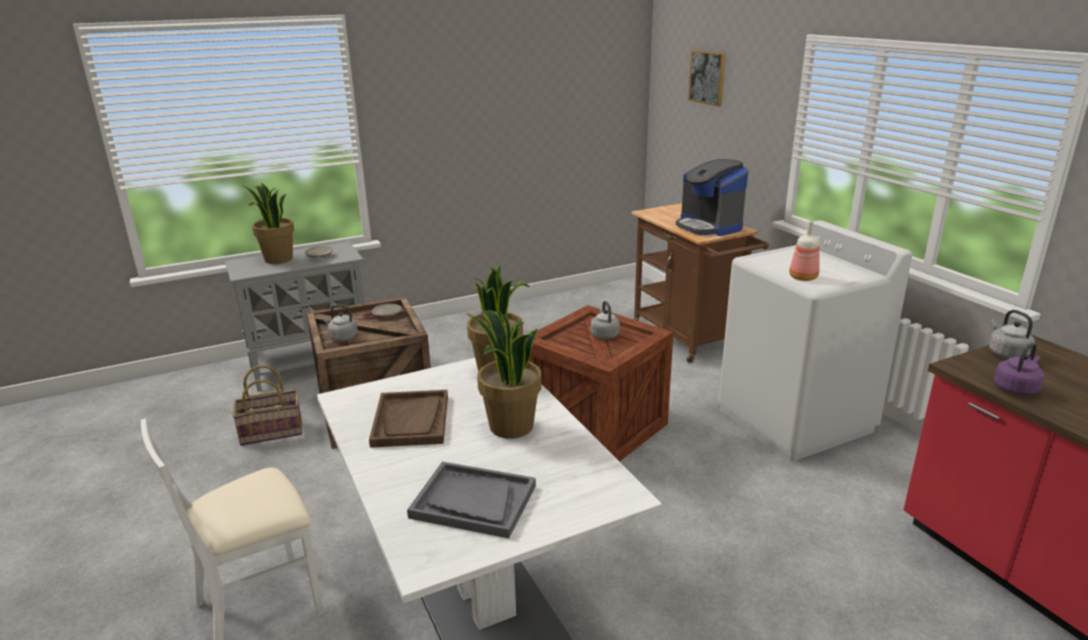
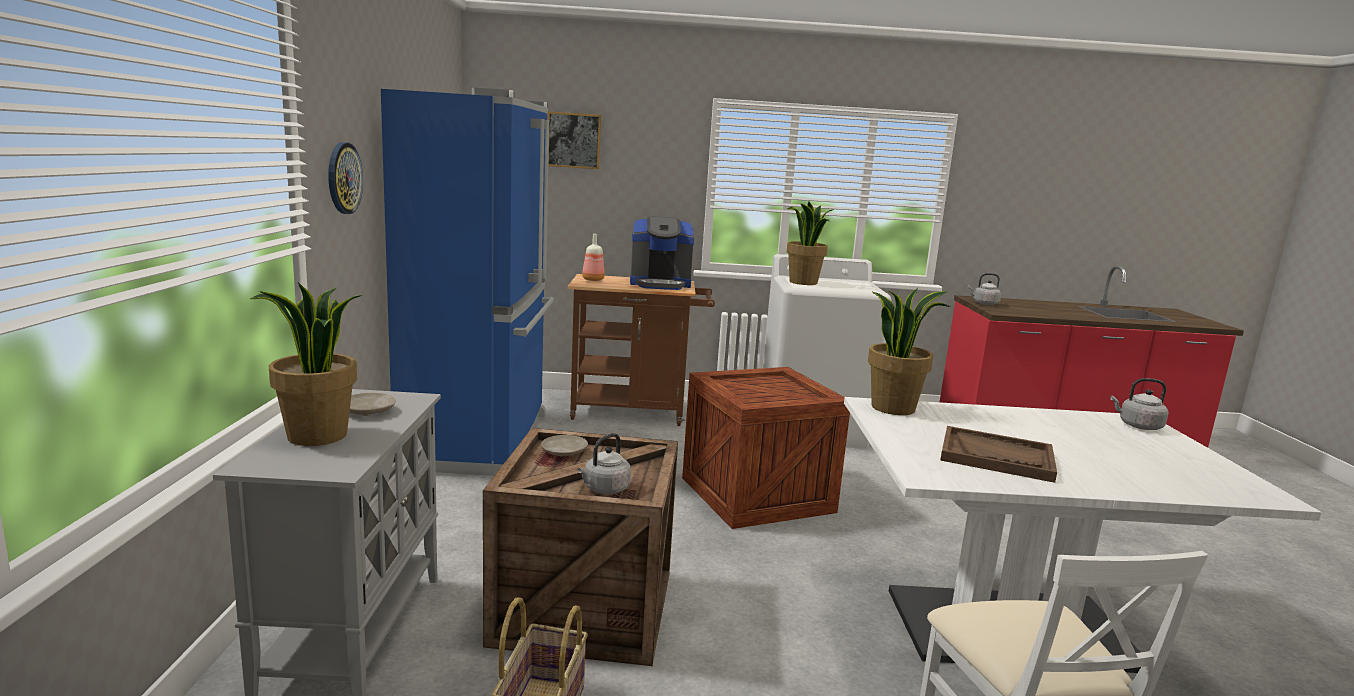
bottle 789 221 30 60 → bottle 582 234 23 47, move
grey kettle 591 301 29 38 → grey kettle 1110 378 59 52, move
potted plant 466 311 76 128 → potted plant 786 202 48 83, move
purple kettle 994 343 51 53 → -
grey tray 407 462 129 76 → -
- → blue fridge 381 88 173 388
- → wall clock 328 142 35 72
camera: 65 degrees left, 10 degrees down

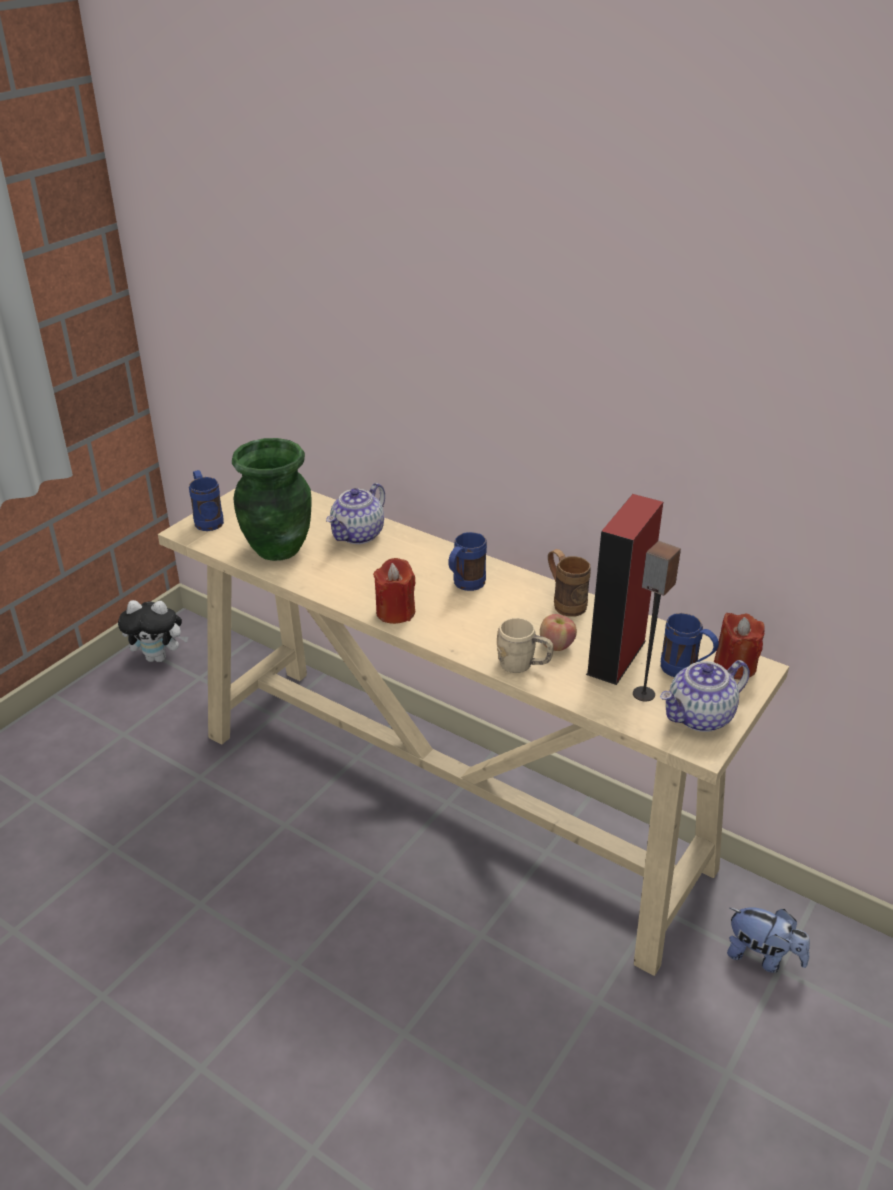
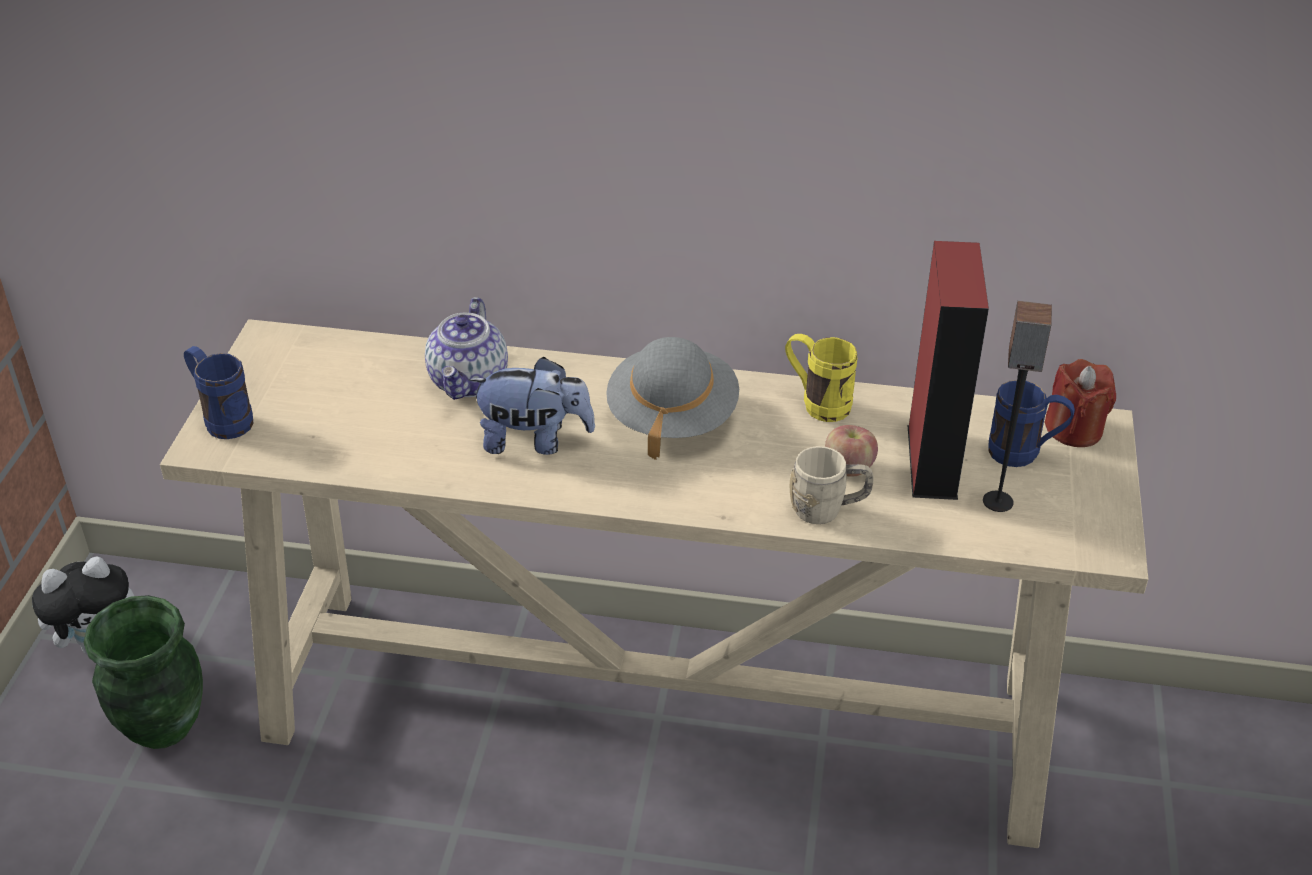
green vase 232 438 80 123 → green vase 84 595 119 154, move
blue mug 448 532 39 59 → grey hat 606 337 133 123
brown mug 548 549 43 68 → yellow mug 785 334 72 88
red candle 373 558 42 66 → -
teapot 660 660 90 72 → -
plush toy 727 907 83 66 → plush toy 468 357 127 98, move
camera: 25 degrees left, 5 degrees up

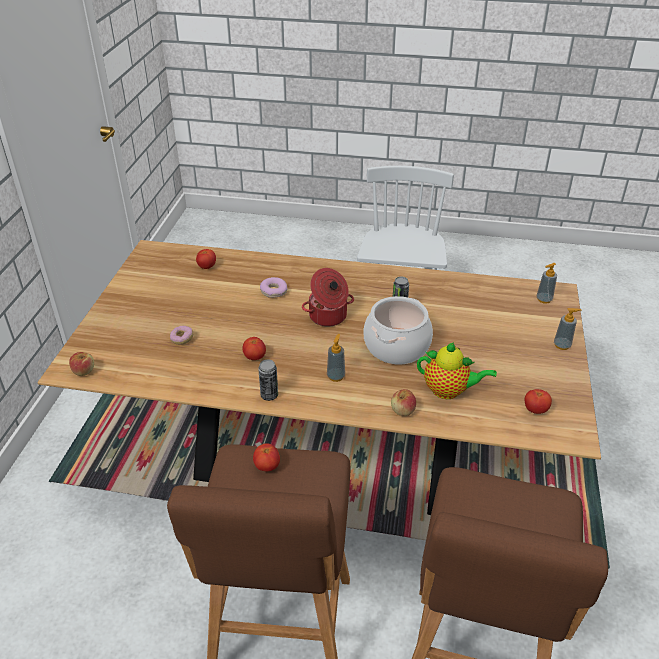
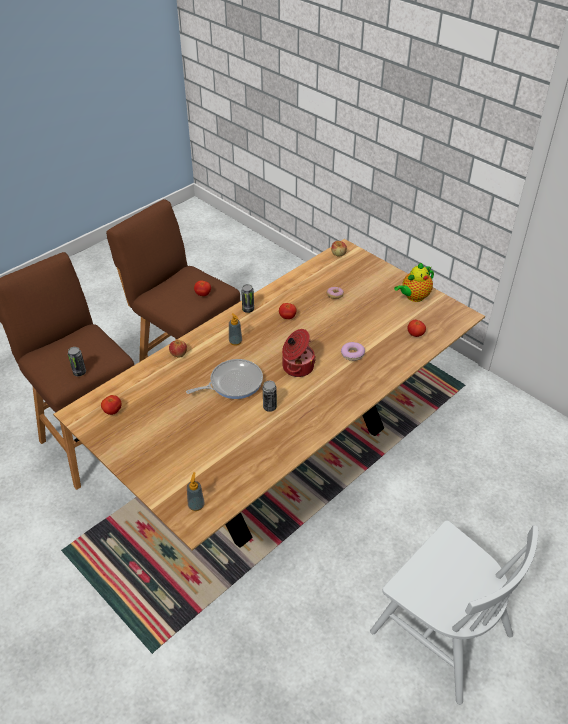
cooking pot 364 296 69 68 → frying pan 186 359 77 40
soap dispenser 554 308 27 42 → -
teapot 417 342 80 57 → teapot 394 263 40 39, move
- → can 68 347 18 29
camera: 125 degrees right, 5 degrees up

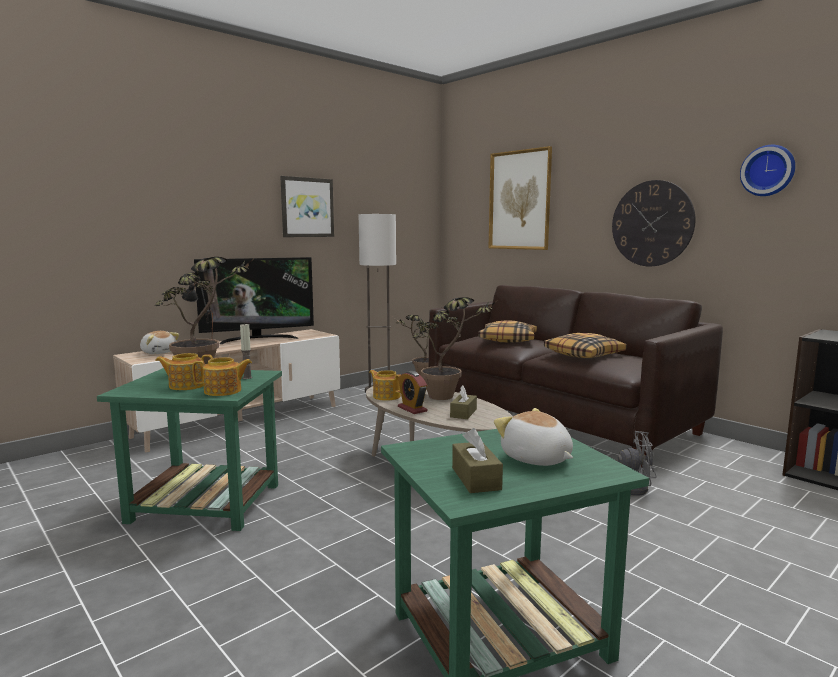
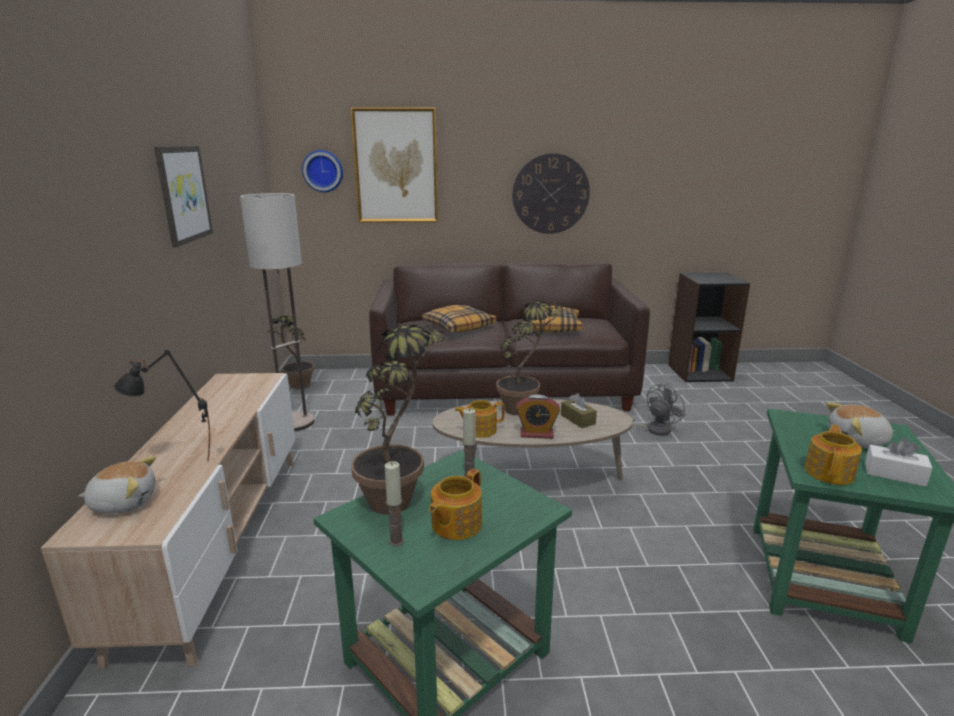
wall clock 740 145 55 51 → wall clock 302 150 41 42, move
television 194 257 120 87 → -
teapot 193 357 59 39 → teapot 805 425 57 60, move
brown tissue box 452 428 51 65 → white tissue box 865 438 67 49
- → candle 385 461 19 85
camera: 50 degrees left, 10 degrees up

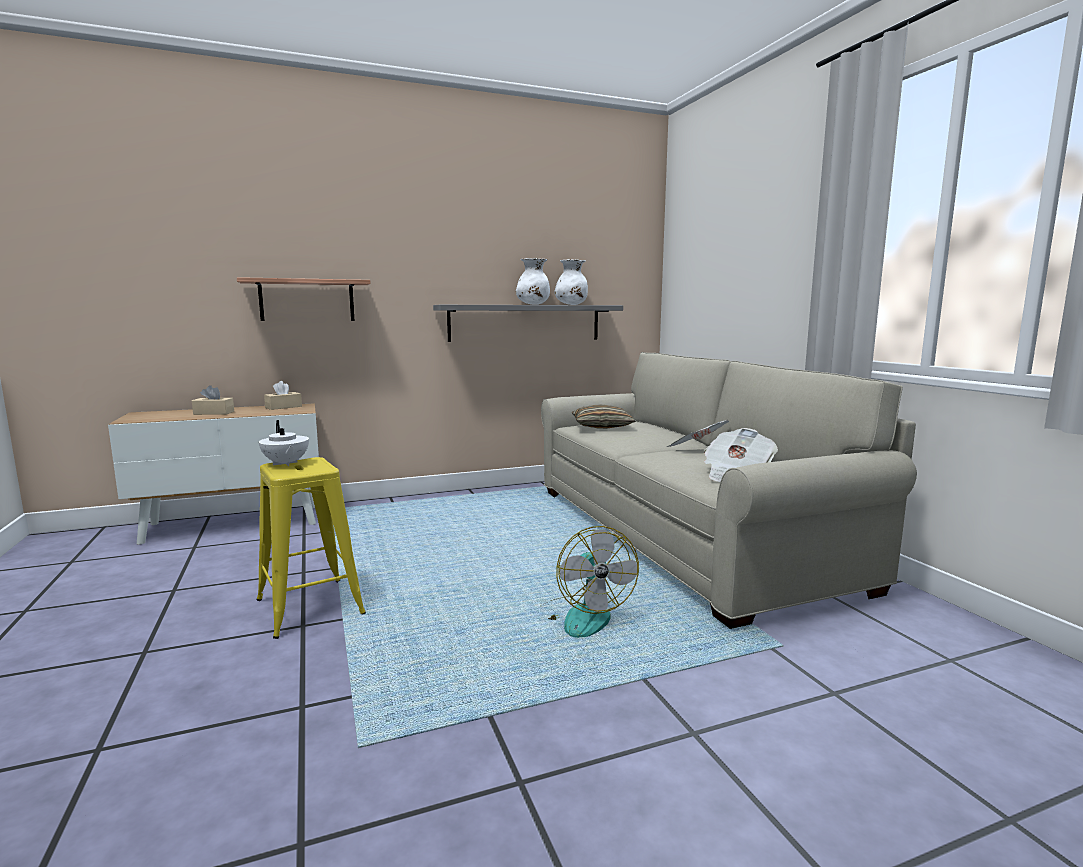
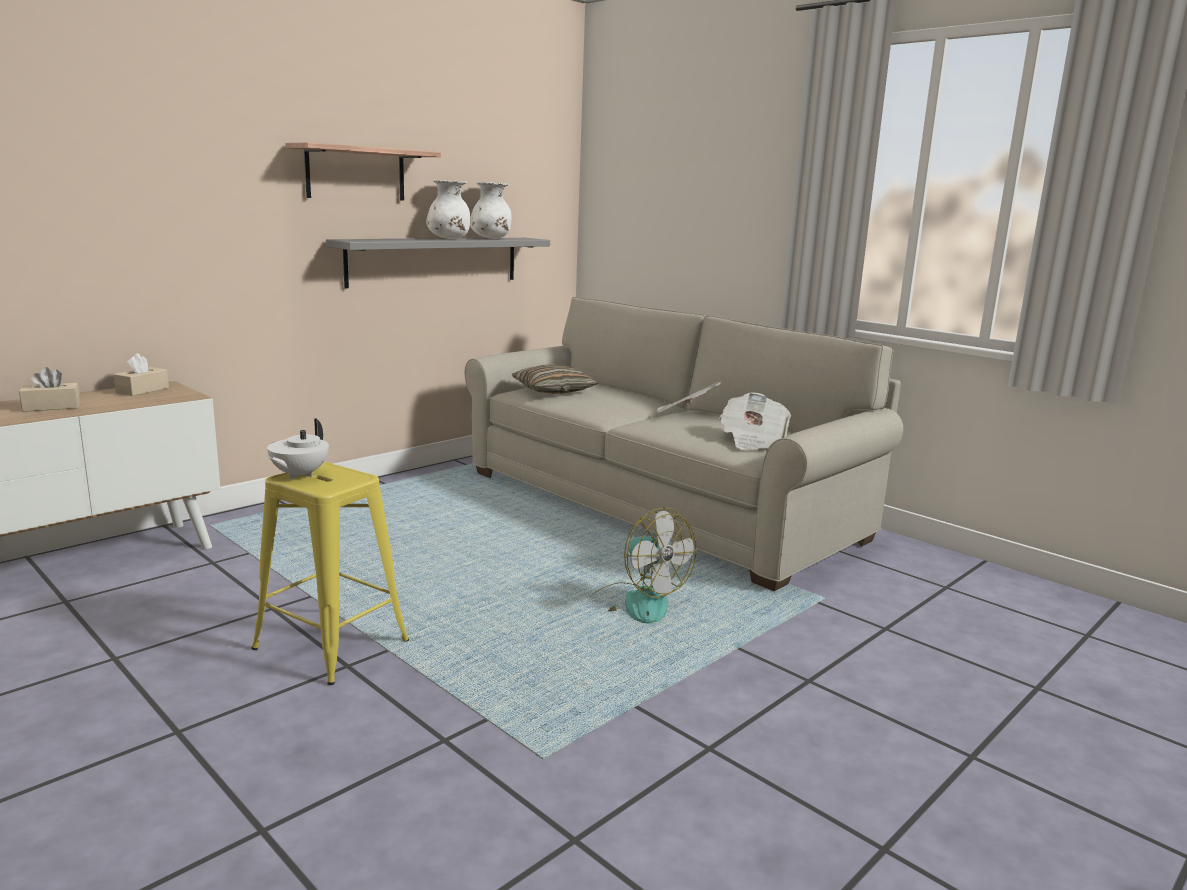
shelf 237 277 134 44 → shelf 285 142 156 59, move
white teapot 259 420 50 46 → white teapot 267 418 62 62, 75 degrees clockwise
camera: 25 degrees left, 5 degrees up

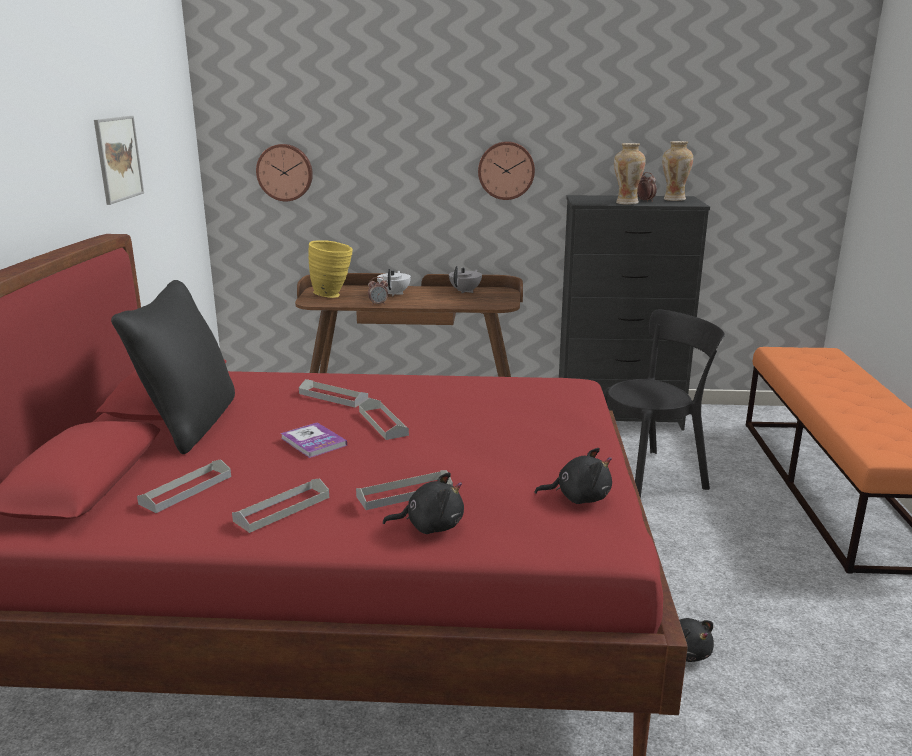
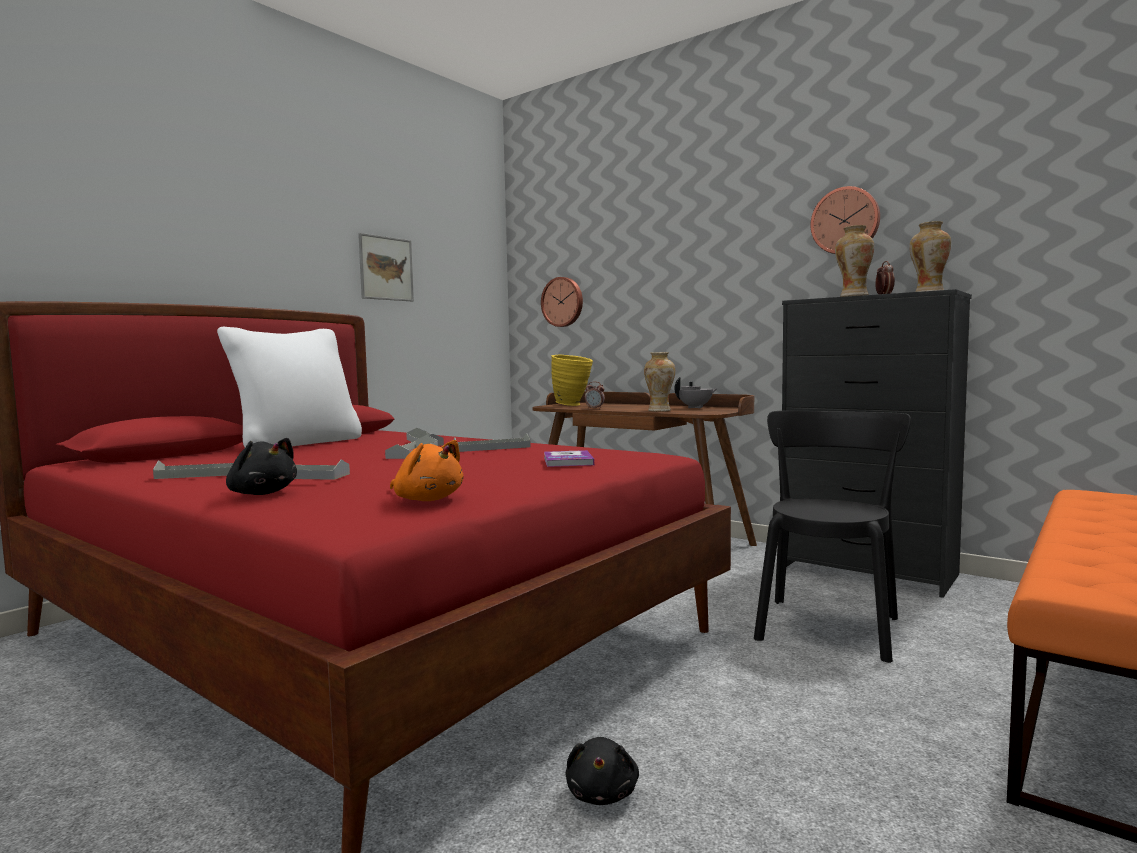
wall clock 478 141 57 59 → wall clock 811 186 69 68, move
white teapot 377 269 34 27 → -
black pillow 111 280 124 174 → white pillow 217 327 145 120
black chair 603 310 122 189 → black chair 754 411 157 252, 75 degrees counterclockwise
book 281 422 66 36 → book 544 450 50 17, move
black plush toy 535 448 77 56 → orange plush toy 390 440 74 61
grey tray 137 459 94 54 → grey tray 453 433 78 19, move
- → vase 644 352 31 60
camera: 35 degrees right, 15 degrees down

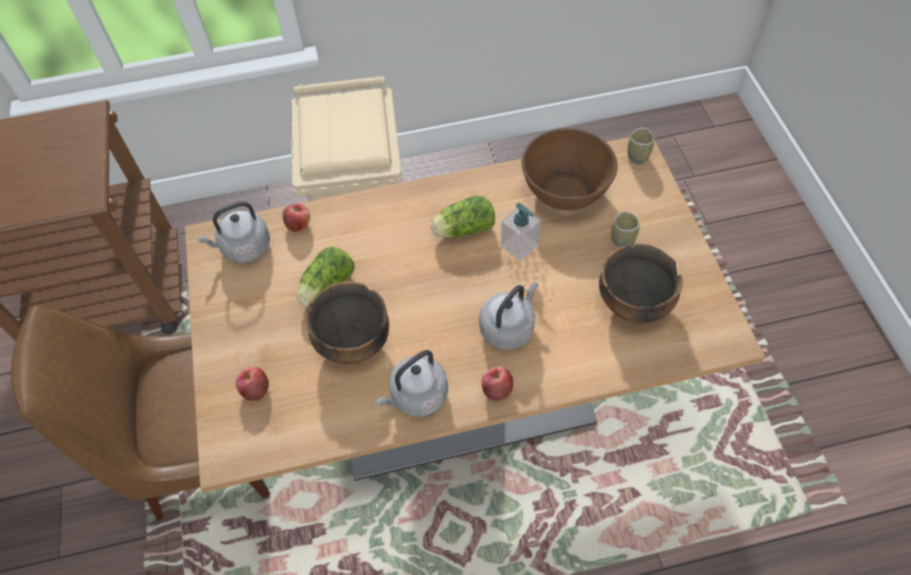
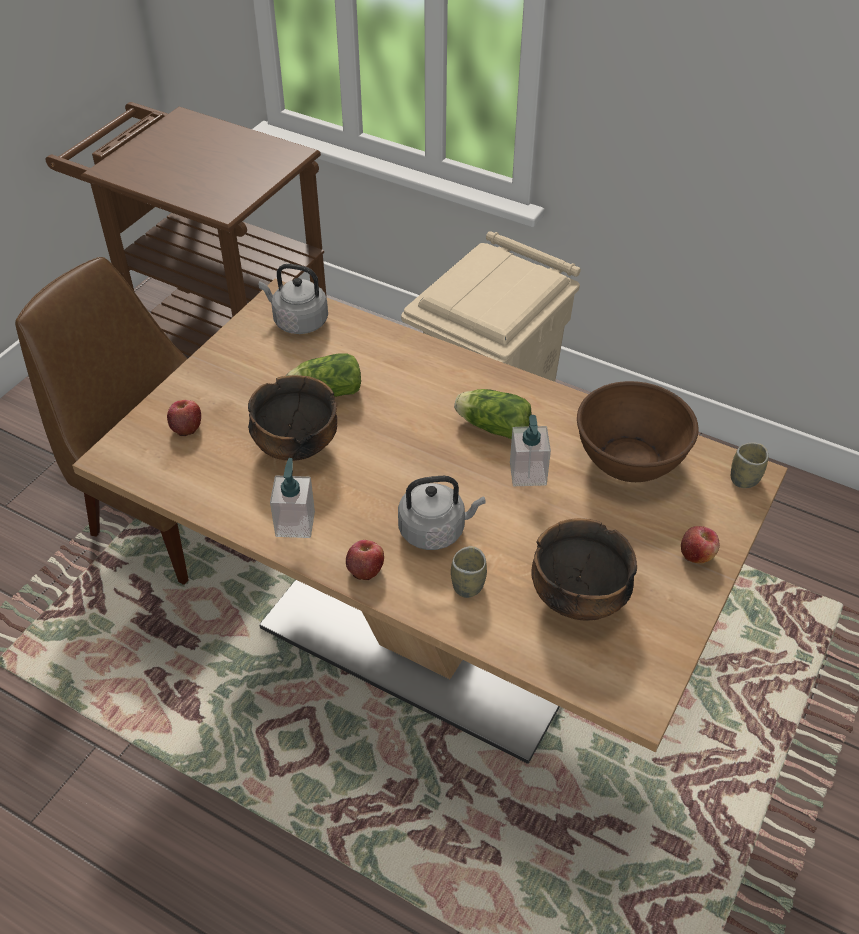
apple 283 203 27 29 → apple 681 526 39 37, move
cup 611 211 29 37 → cup 451 546 36 52, move
grey kettle 376 350 72 67 → soap dispenser 270 458 45 80
camera: 40 degrees right, 10 degrees down

